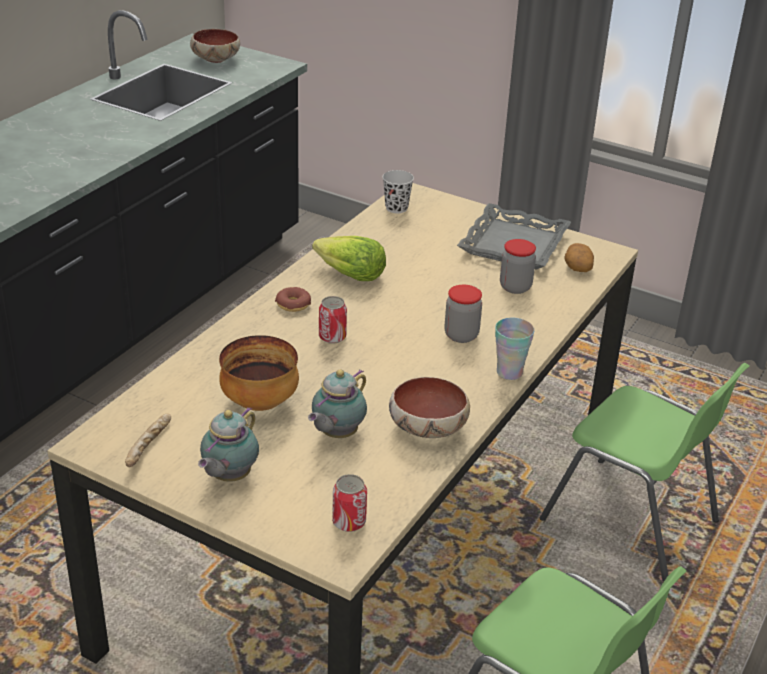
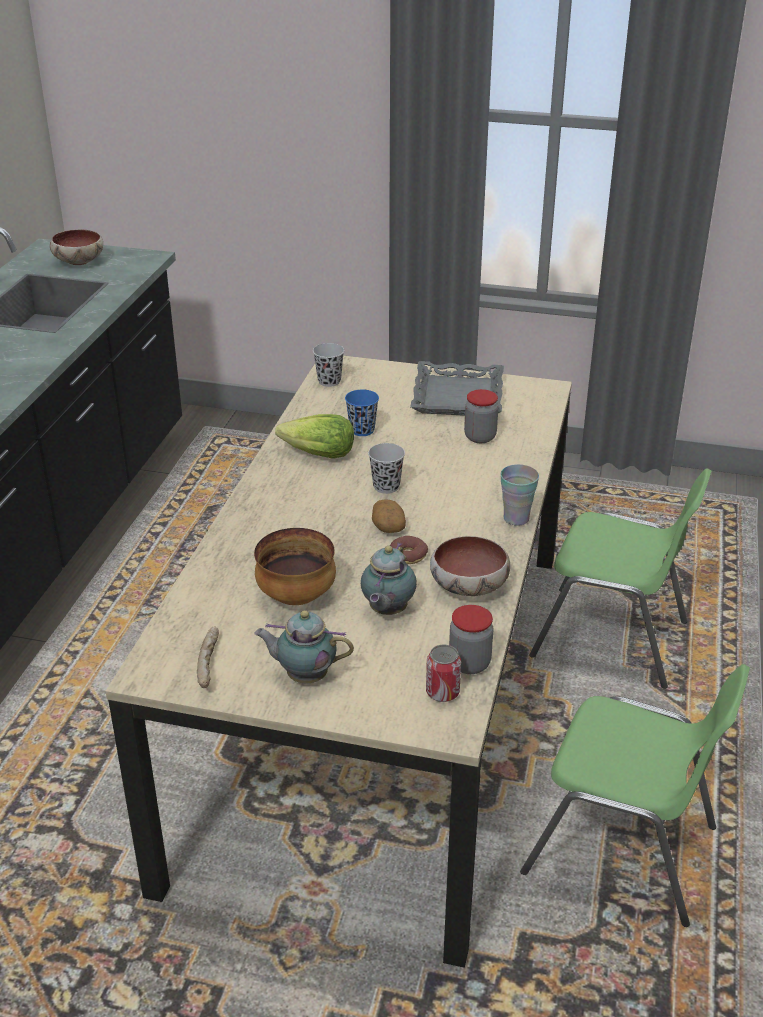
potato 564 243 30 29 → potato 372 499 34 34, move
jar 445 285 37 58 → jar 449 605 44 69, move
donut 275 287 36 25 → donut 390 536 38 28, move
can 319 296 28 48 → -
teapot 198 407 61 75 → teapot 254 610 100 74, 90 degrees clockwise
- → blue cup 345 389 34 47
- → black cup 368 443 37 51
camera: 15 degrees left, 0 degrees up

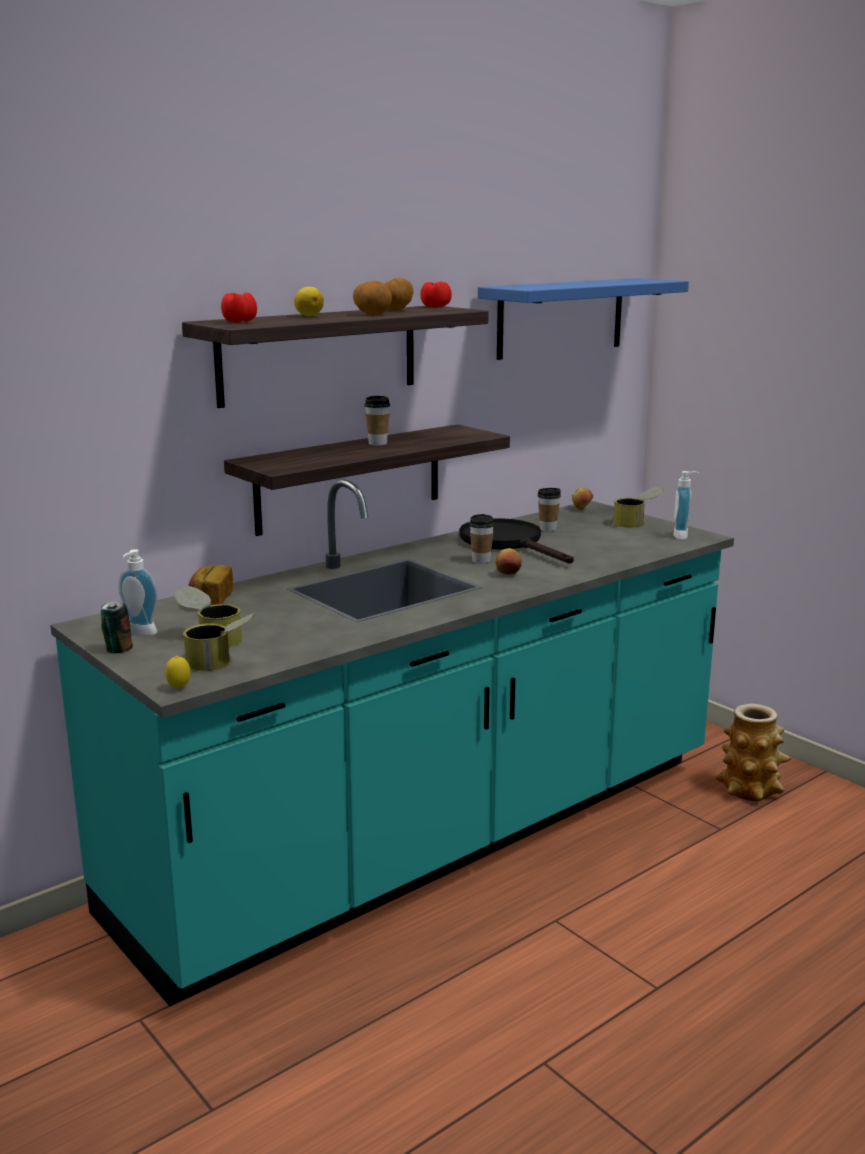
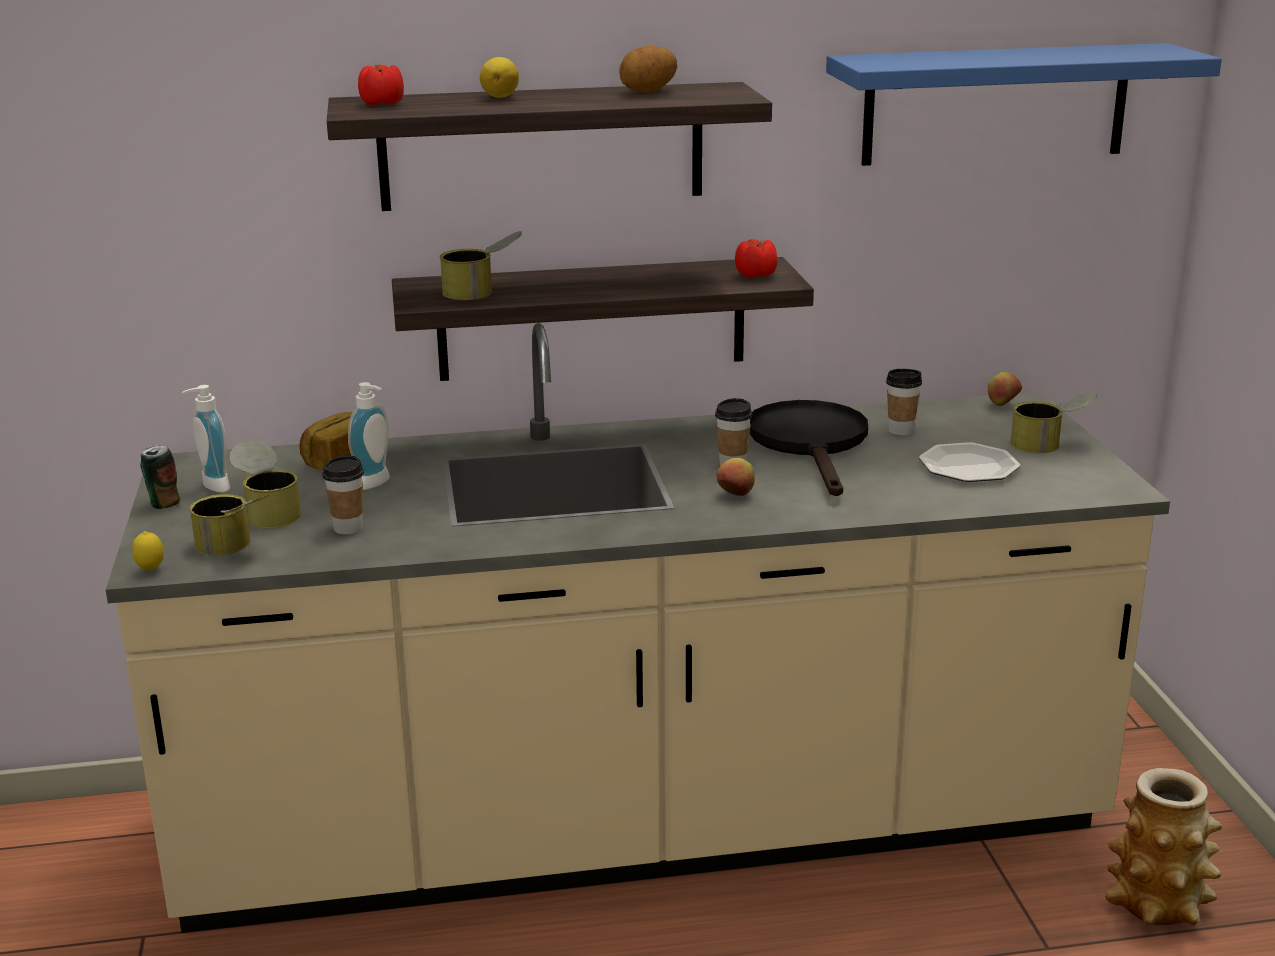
potato 353 281 39 34 → -
tomato 420 282 32 26 → tomato 735 239 43 39, move
cup 364 396 26 50 → cup 323 456 41 79, move
soap dispenser 673 471 27 69 → soap dispenser 348 382 42 108, move
turquoise counter 50 479 684 528 → beige counter 106 323 1064 610
- → can 440 231 82 69
- → plate 919 442 101 40
camera: 30 degrees right, 5 degrees up

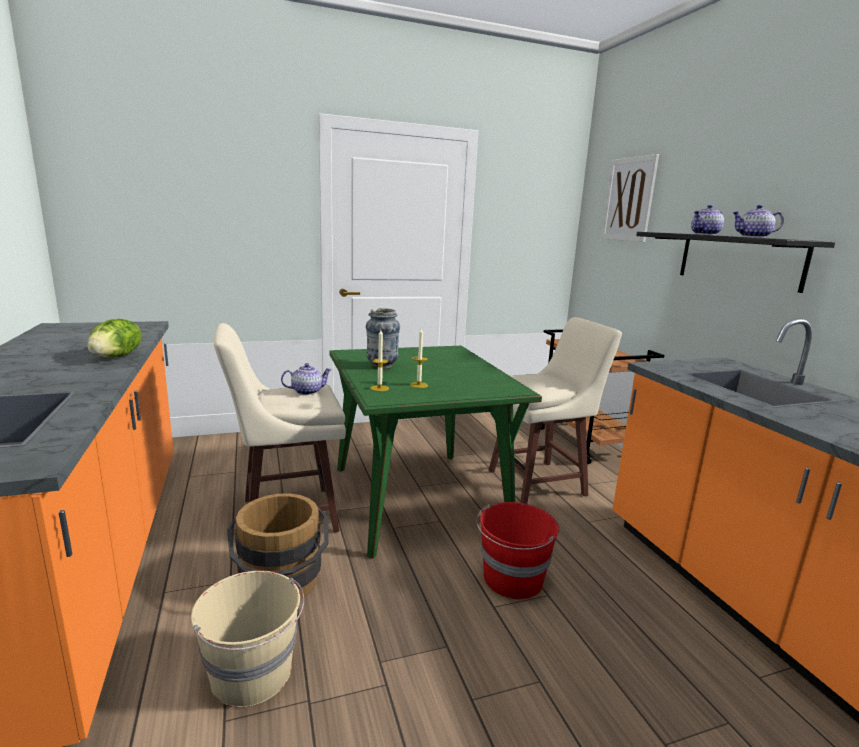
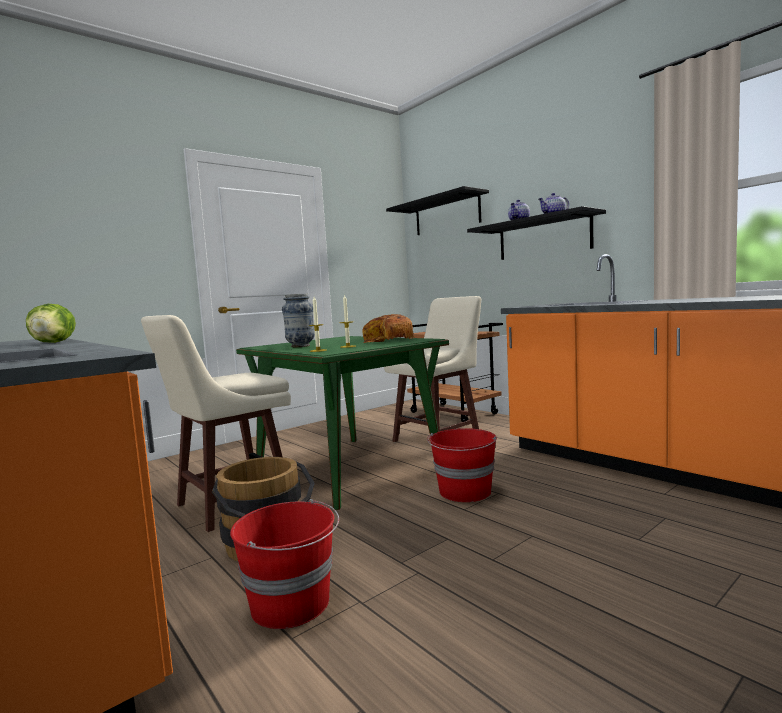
picture 601 154 58 88 → black shelf 386 186 103 49
teapot 281 363 51 32 → -
beige bucket 191 571 113 137 → red bucket 230 499 109 130
- → bread 362 314 53 29
camera: 20 degrees left, 10 degrees down

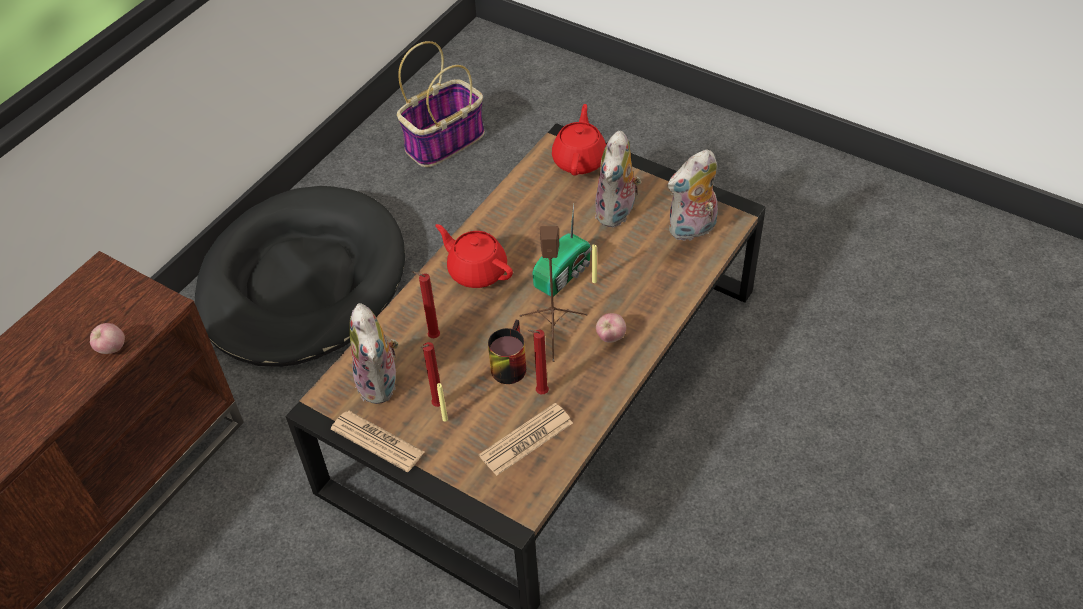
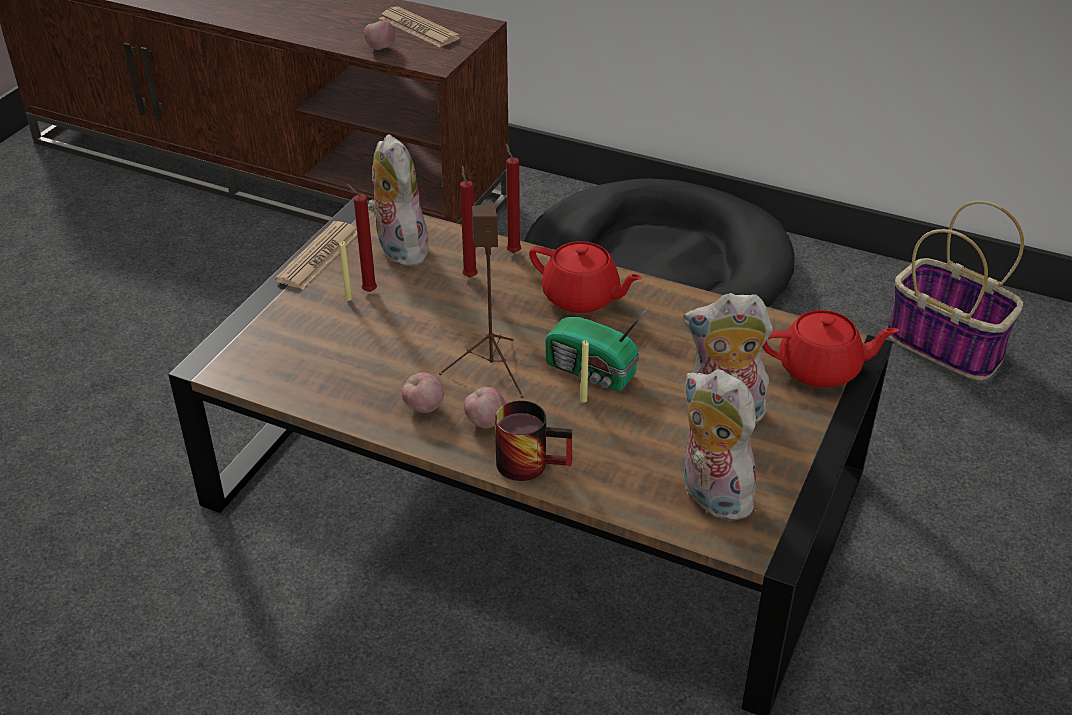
red teapot 435 224 78 64 → red teapot 529 241 114 72, 90 degrees clockwise
plush toy 349 303 49 101 → plush toy 368 134 61 132, 90 degrees clockwise
mug 488 320 38 64 → mug 495 400 77 81, move
red candle 527 330 22 64 → red candle 506 144 15 109, move
newspaper 479 403 94 73 → newspaper 379 6 81 41, move
- → apple 401 373 43 40
camera: 80 degrees right, 10 degrees down

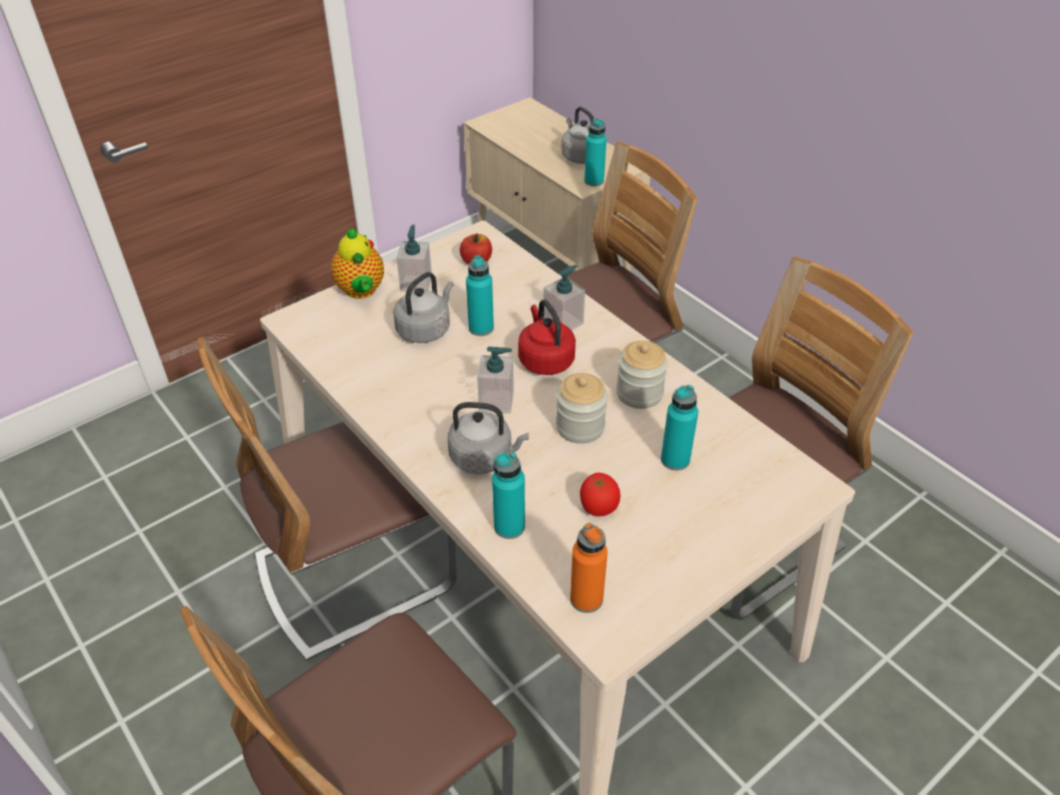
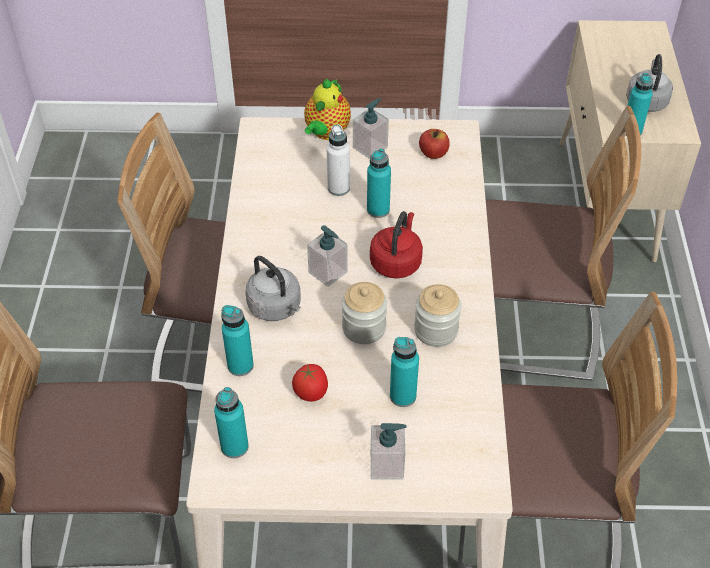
soap dispenser 544 265 41 66 → soap dispenser 371 423 36 57, move
grey kettle 393 272 61 71 → white bottle 327 124 23 72
orange bottle 570 523 38 90 → turquoise bottle 214 387 35 71
camera: 40 degrees right, 5 degrees up

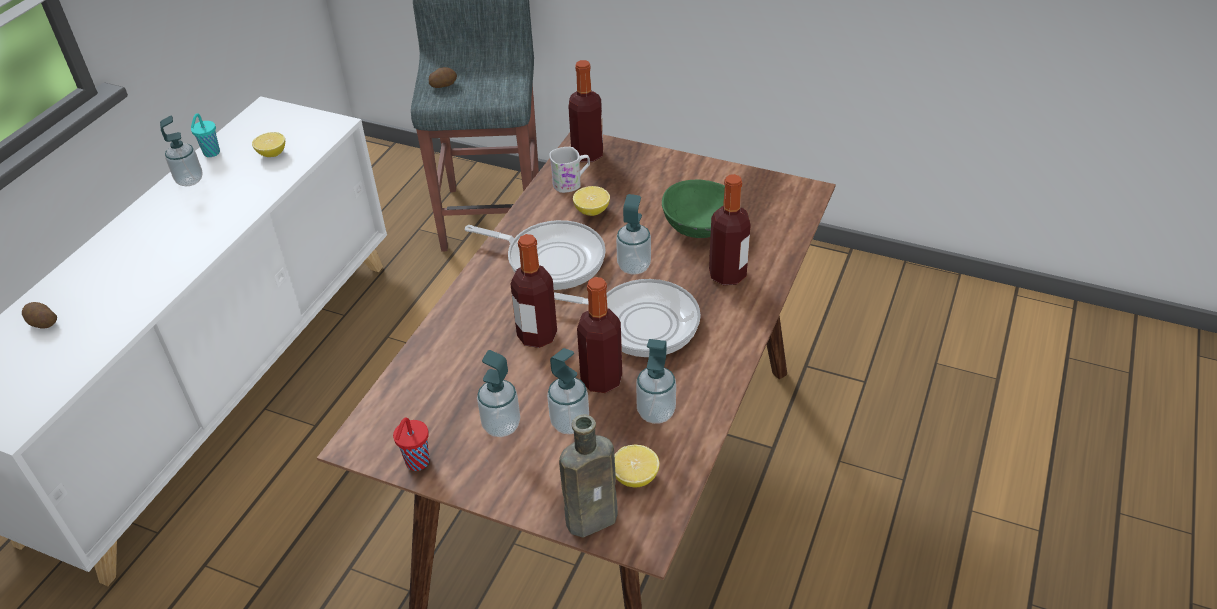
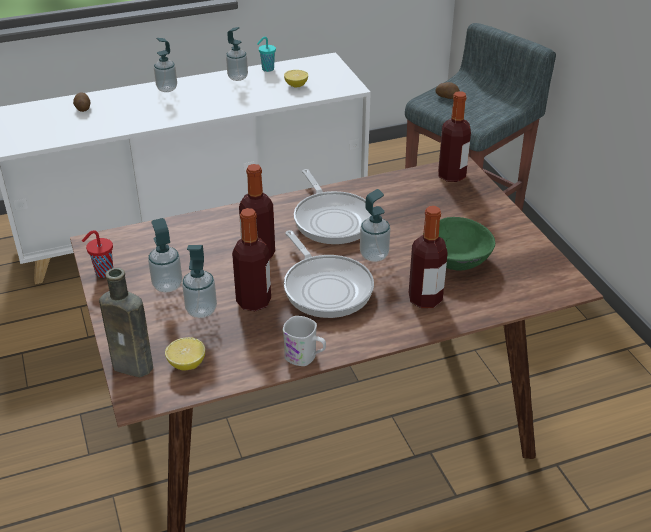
white mug 549 147 41 46 → white mug 283 316 43 50, move
lemon 573 186 37 30 → -
soap dispenser 636 339 40 85 → soap dispenser 154 38 23 54, move
camera: 45 degrees right, 5 degrees down

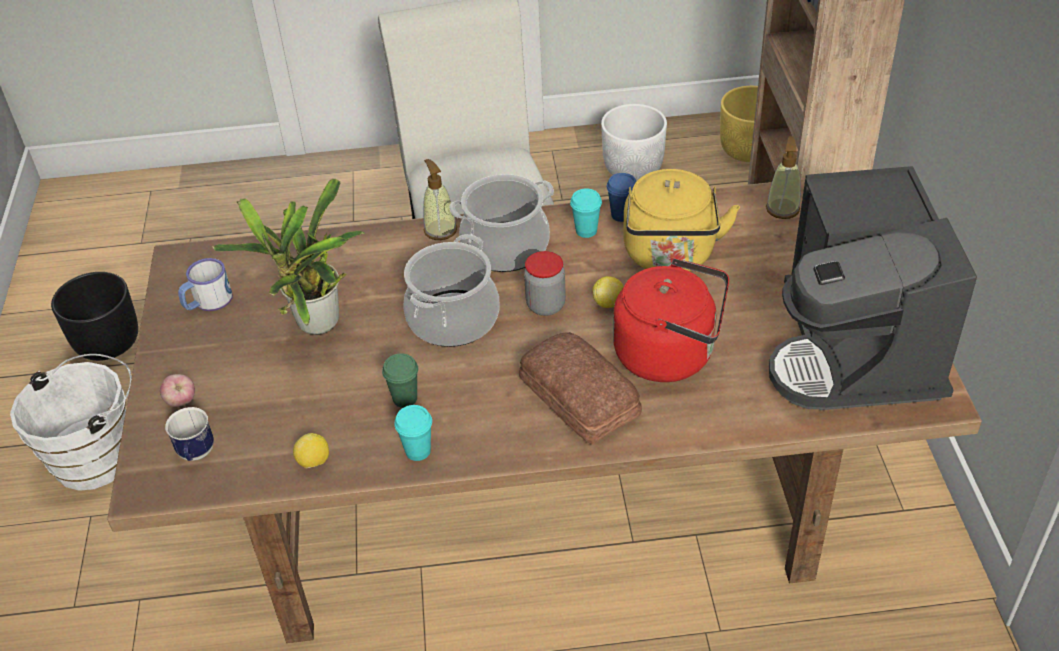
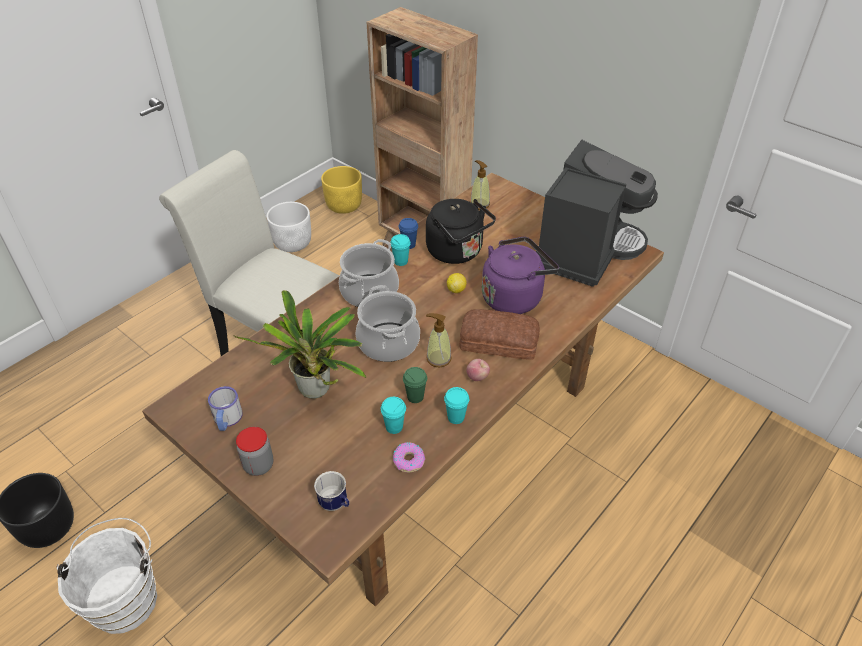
soap dispenser 423 159 34 81 → soap dispenser 426 313 26 55, move
coffee machine 769 166 208 244 → coffee machine 536 140 122 147, 105 degrees counterclockwise
yellow kettle 623 169 117 102 → black kettle 426 199 70 65
jar 524 251 42 65 → jar 236 427 37 49, move
red kettle 613 258 116 124 → purple kettle 482 237 77 77
apple 160 374 35 33 → apple 466 359 24 22, move
lemon 293 433 36 35 → donut 393 442 32 30
- → turquoise cup 381 397 25 37
camera: 45 degrees left, 0 degrees up

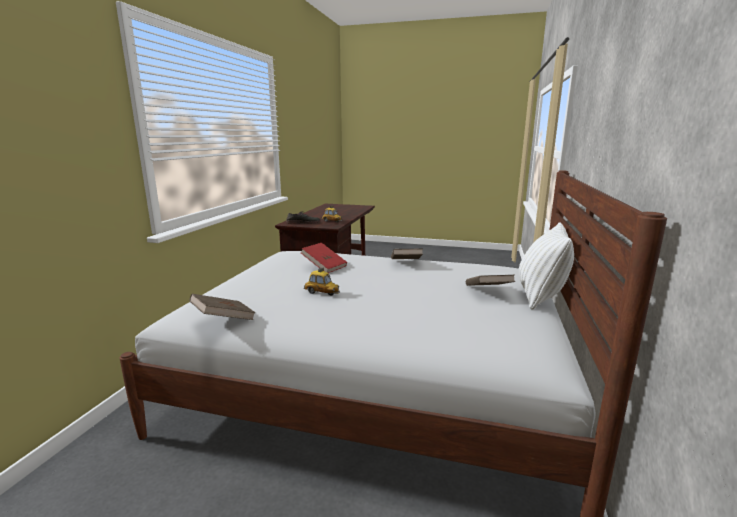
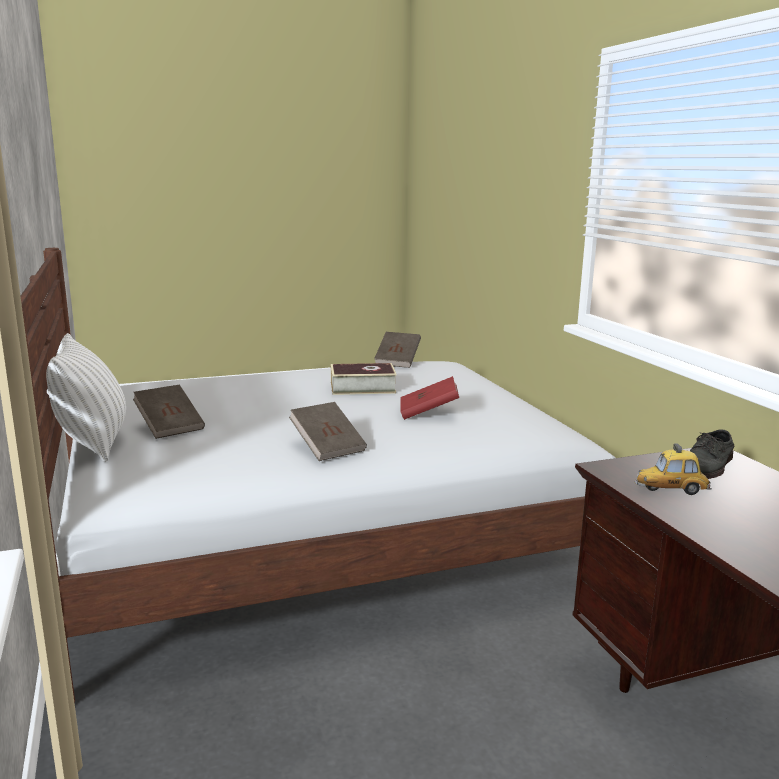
toy car 304 267 36 29 → book 331 363 66 32
camera: 145 degrees right, 0 degrees up

